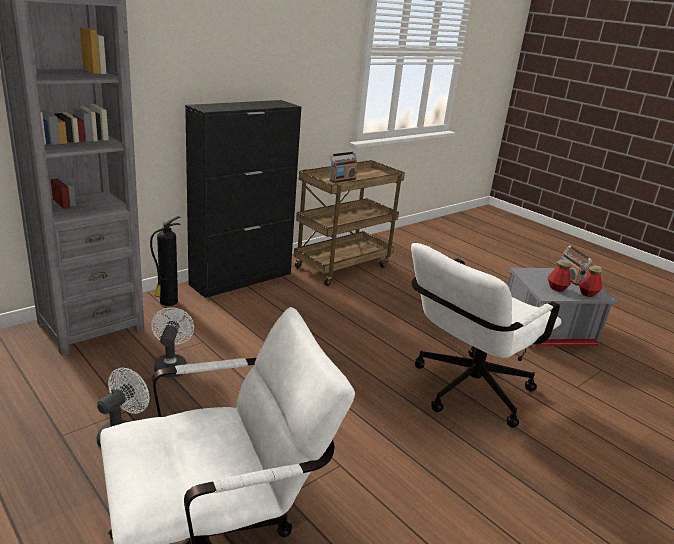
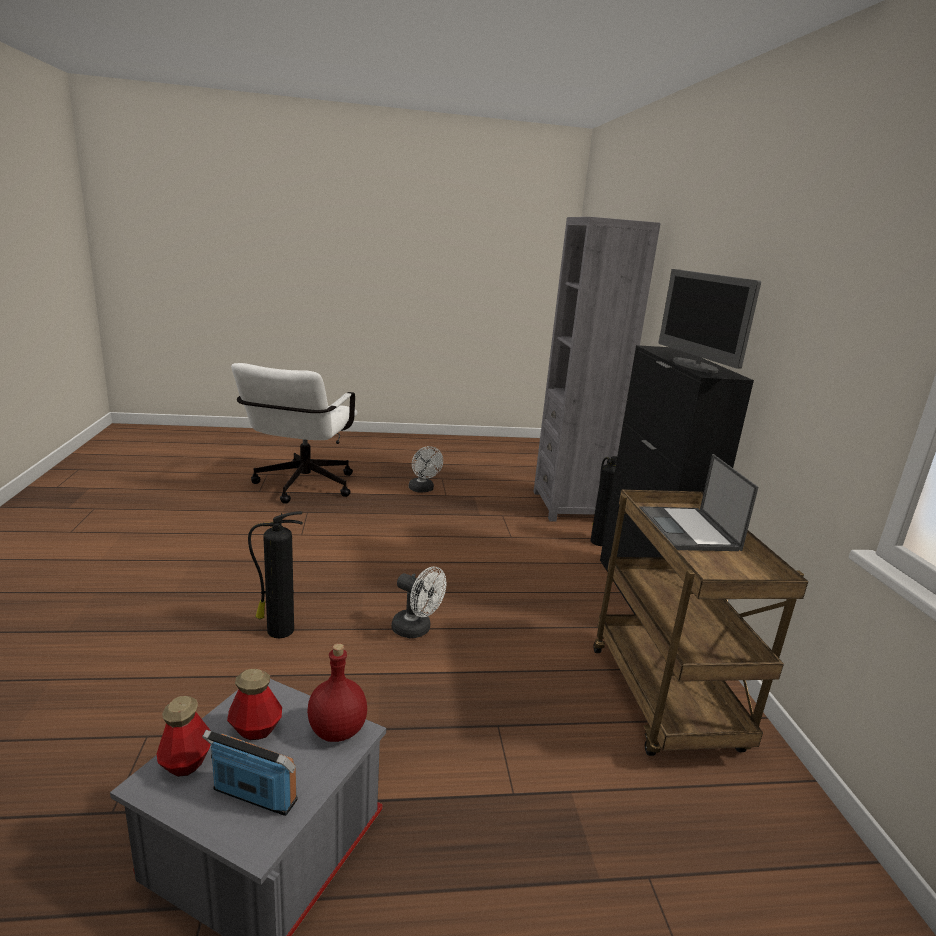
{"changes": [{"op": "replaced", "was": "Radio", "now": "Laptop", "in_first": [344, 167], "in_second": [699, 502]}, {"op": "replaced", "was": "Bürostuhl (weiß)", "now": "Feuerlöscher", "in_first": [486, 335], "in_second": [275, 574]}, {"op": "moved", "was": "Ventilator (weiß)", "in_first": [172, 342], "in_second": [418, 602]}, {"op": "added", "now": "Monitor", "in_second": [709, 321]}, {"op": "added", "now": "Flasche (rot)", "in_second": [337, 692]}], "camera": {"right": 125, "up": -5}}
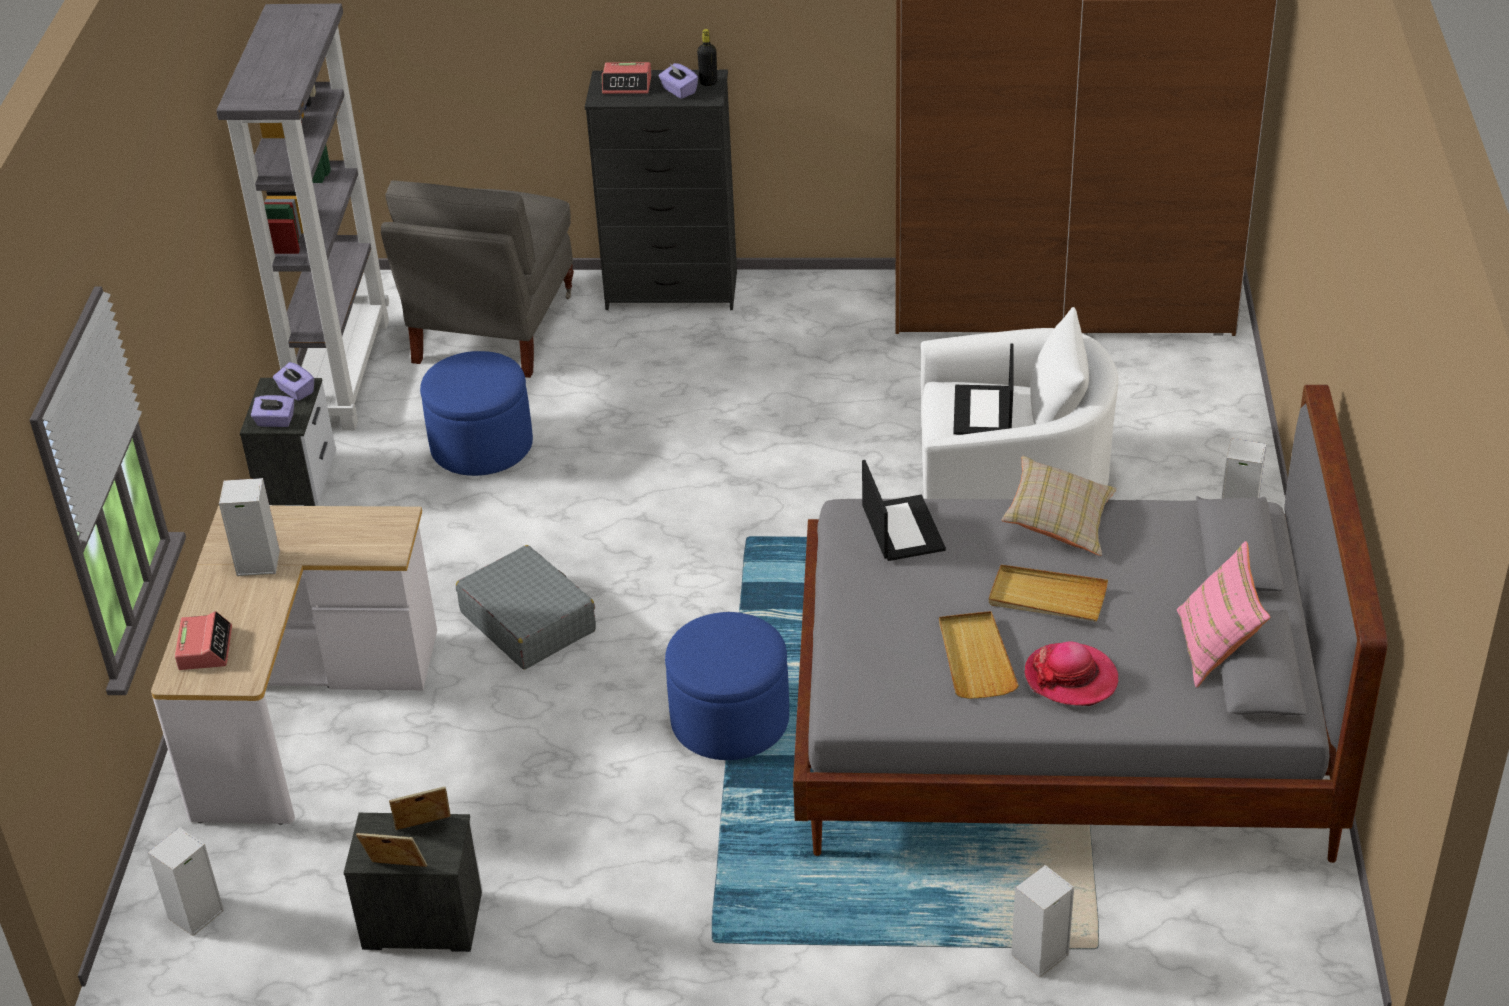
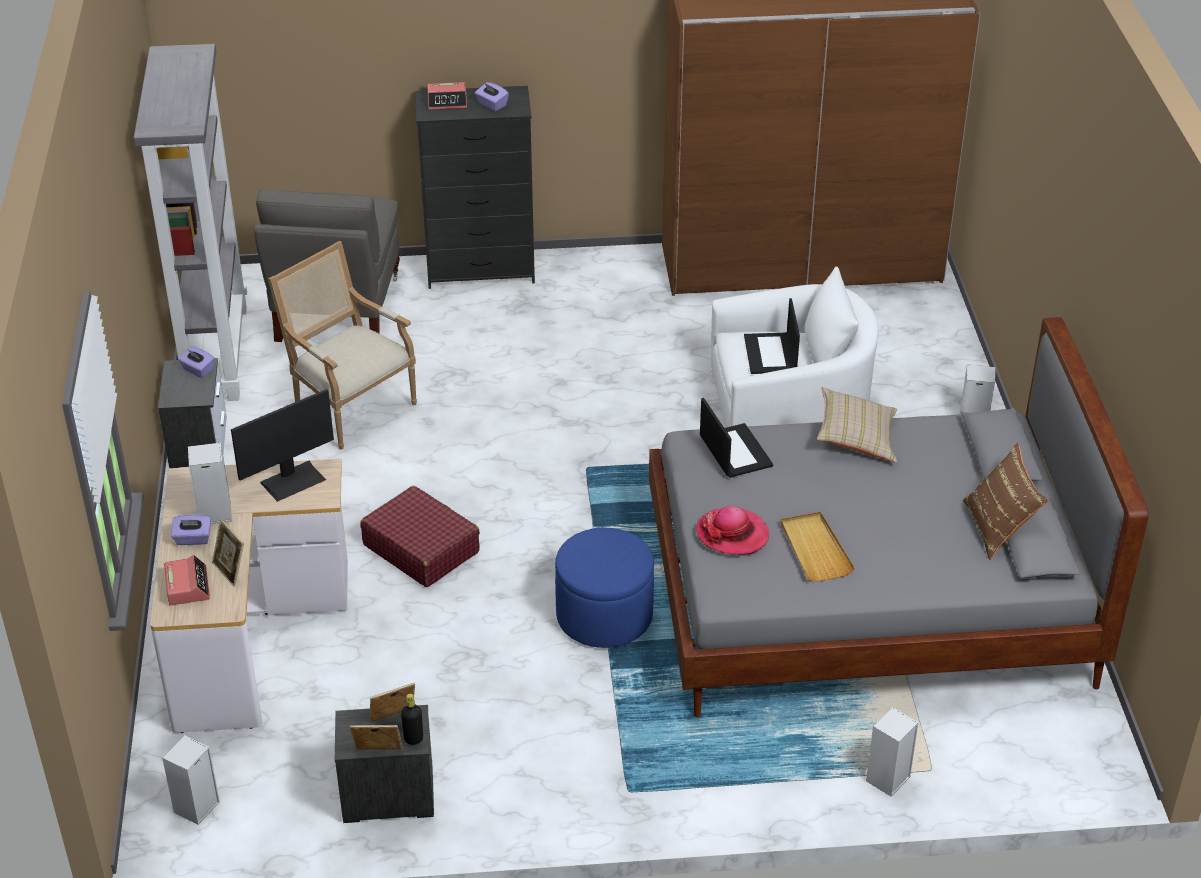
{"changes": [{"op": "moved", "was": "Flasche (schwarz)", "in_first": [707, 57], "in_second": [412, 719]}, {"op": "replaced", "was": "Polsterhocker (blau)", "now": "Sessel", "in_first": [476, 413], "in_second": [342, 345]}, {"op": "moved", "was": "Taschentuchbox (lila)", "in_first": [272, 411], "in_second": [191, 529]}, {"op": "recoloured", "was": "Kissen (rosa)", "now": "Kissen (braun)", "in_first": [1223, 614], "in_second": [1006, 501]}, {"op": "recoloured", "was": "Koffer (grau)", "now": "Koffer (rot)", "in_first": [526, 607], "in_second": [420, 536]}, {"op": "removed", "was": "Tablett (beige)", "in_first": [1048, 593]}, {"op": "moved", "was": "Hut", "in_first": [1071, 673], "in_second": [732, 530]}, {"op": "added", "now": "Monitor", "in_second": [282, 445]}, {"op": "added", "now": "Bilderrahmen", "in_second": [228, 553]}], "camera": {"right": -10, "up": 0}}
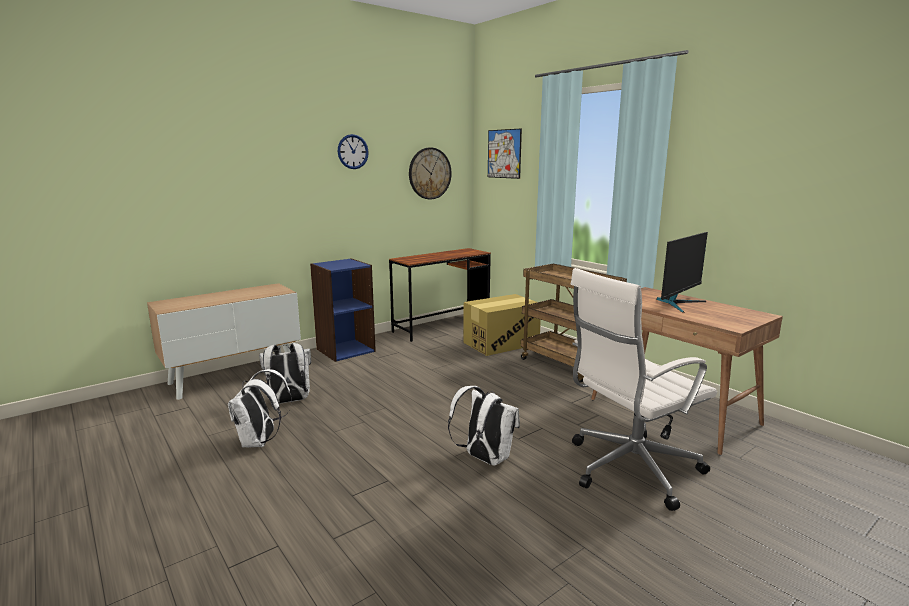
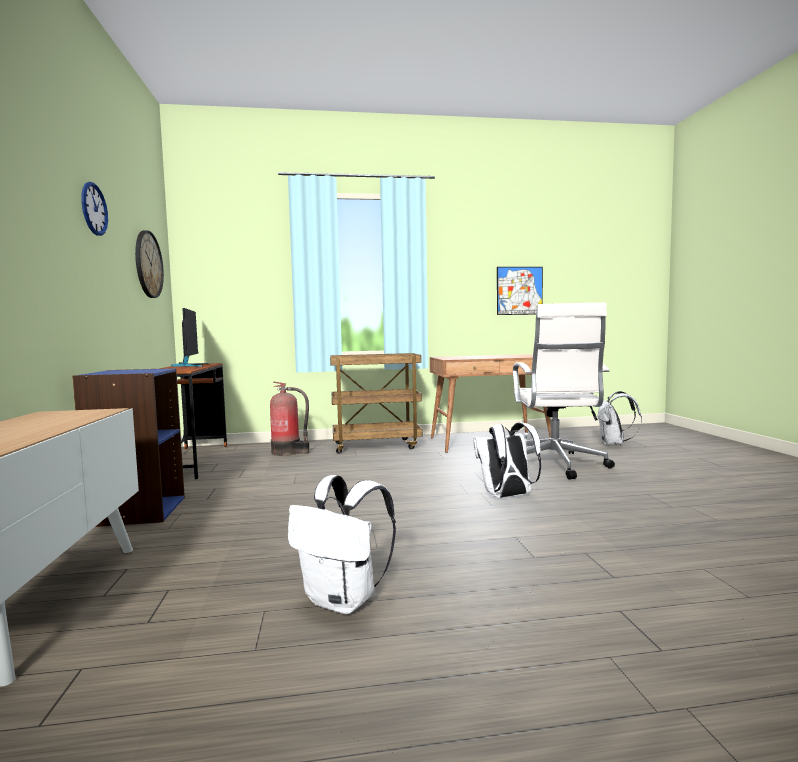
{"changes": [{"op": "moved", "was": "Bild", "in_first": [505, 154], "in_second": [520, 291]}, {"op": "moved", "was": "Monitor", "in_first": [682, 272], "in_second": [189, 337]}, {"op": "replaced", "was": "Karton", "now": "Feuerlöscher", "in_first": [502, 325], "in_second": [289, 419]}, {"op": "moved", "was": "Rucksack (weiß)", "in_first": [285, 373], "in_second": [619, 418]}], "camera": {"right": -60, "up": -10}}
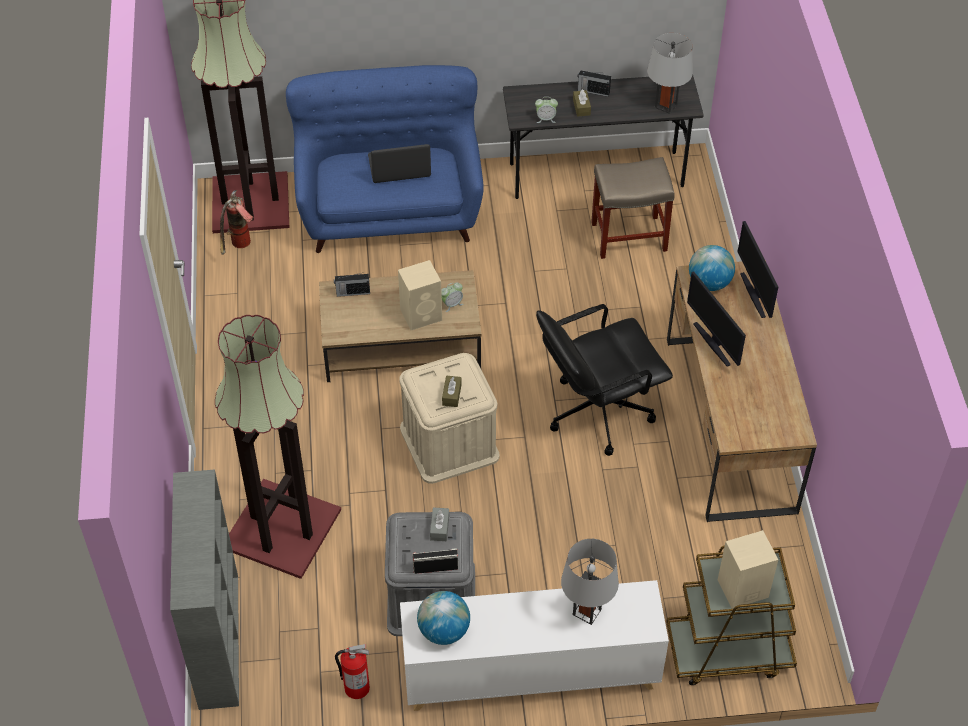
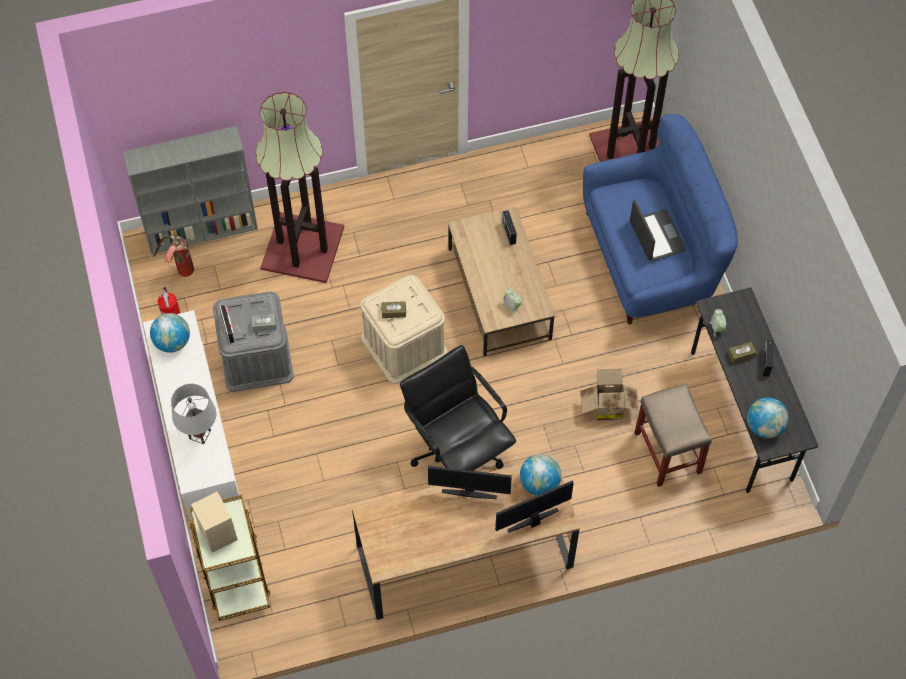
{"changes": [{"op": "replaced", "was": "Tischlampe (grau)", "now": "Globus", "in_first": [670, 73], "in_second": [768, 417]}, {"op": "moved", "was": "Feuerlöscher", "in_first": [236, 222], "in_second": [173, 256]}, {"op": "removed", "was": "Lautsprecher (beige)", "in_first": [420, 295]}, {"op": "turned", "was": "Monitor", "in_first": [716, 319], "in_second": [470, 482], "clockwise": -135}, {"op": "added", "now": "Karton", "in_second": [609, 394]}], "camera": {"right": 80, "up": 10}}
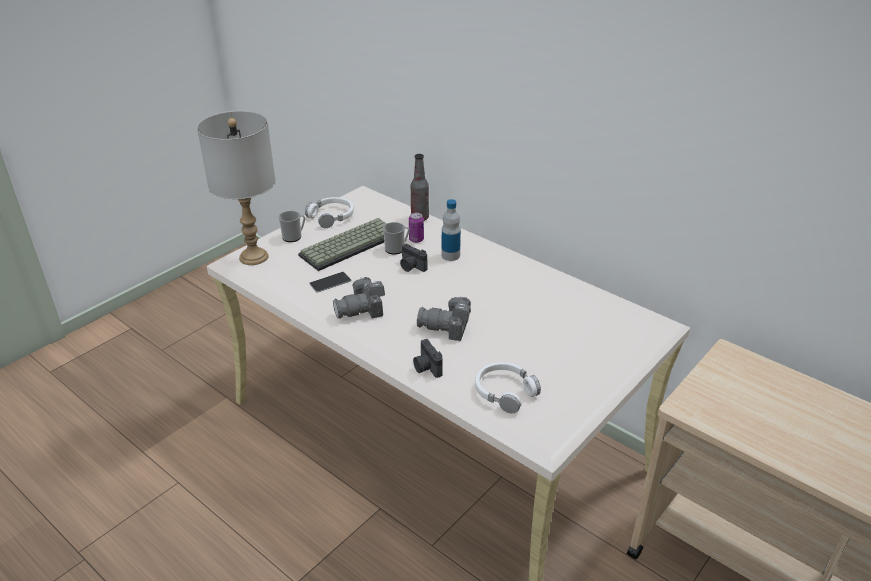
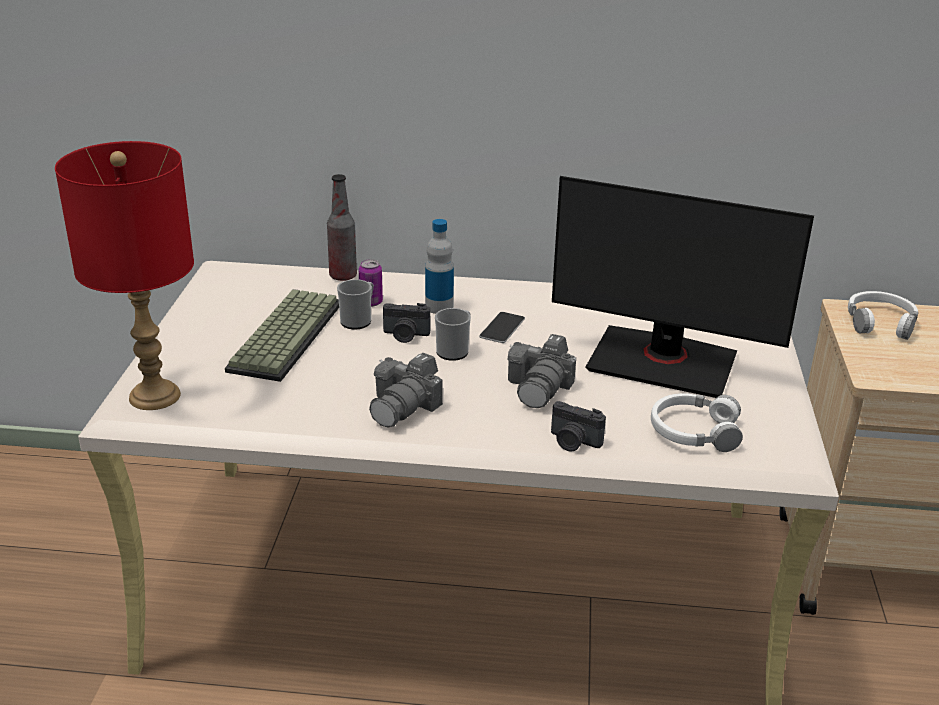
{"changes": [{"op": "recoloured", "was": "Tischlampe (grau)", "now": "Tischlampe (rot)", "in_first": [236, 188], "in_second": [124, 275]}, {"op": "moved", "was": "Kopfhörer (weiß)", "in_first": [329, 212], "in_second": [883, 315]}, {"op": "moved", "was": "Henkelbecher", "in_first": [292, 226], "in_second": [453, 334]}, {"op": "moved", "was": "Handy", "in_first": [330, 282], "in_second": [502, 327]}, {"op": "turned", "was": "Kamera", "in_first": [444, 318], "in_second": [541, 371], "clockwise": -45}, {"op": "added", "now": "Monitor", "in_second": [683, 287]}], "camera": {"right": -35, "up": -5}}
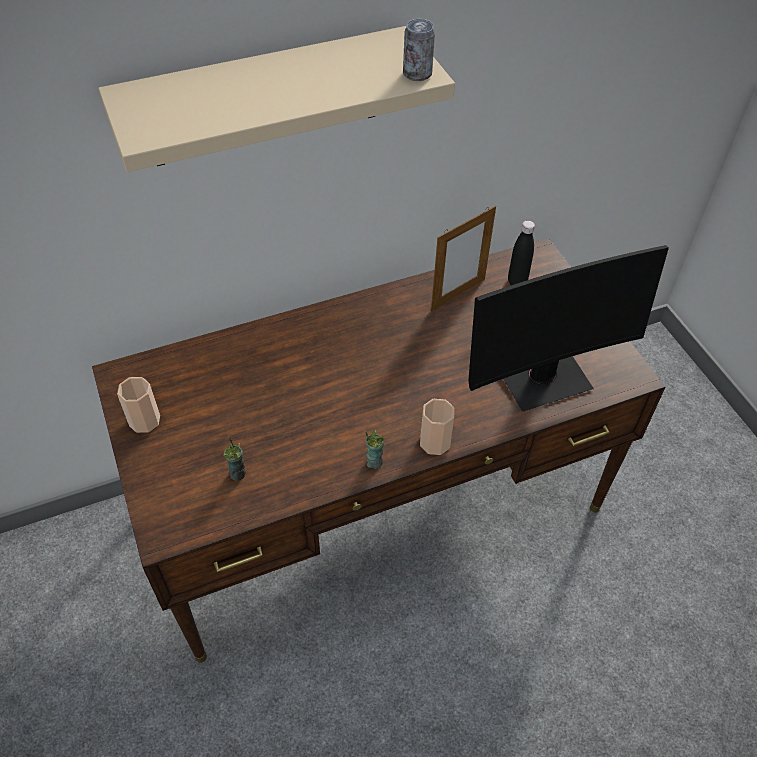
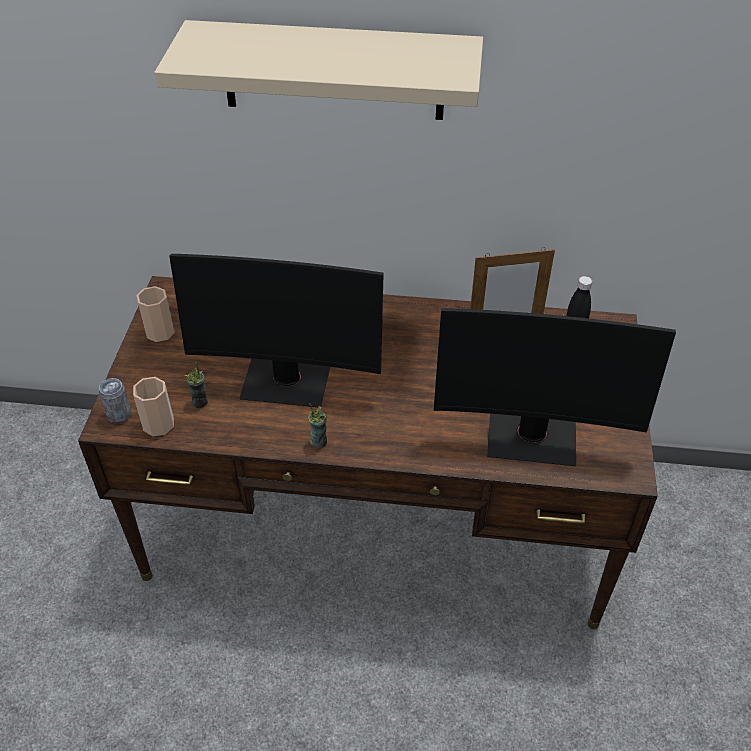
{"changes": [{"op": "moved", "was": "Dose", "in_first": [419, 50], "in_second": [115, 401]}, {"op": "moved", "was": "Tasse", "in_first": [437, 427], "in_second": [153, 406]}, {"op": "added", "now": "Monitor", "in_second": [276, 330]}], "camera": {"right": 30, "up": -5}}
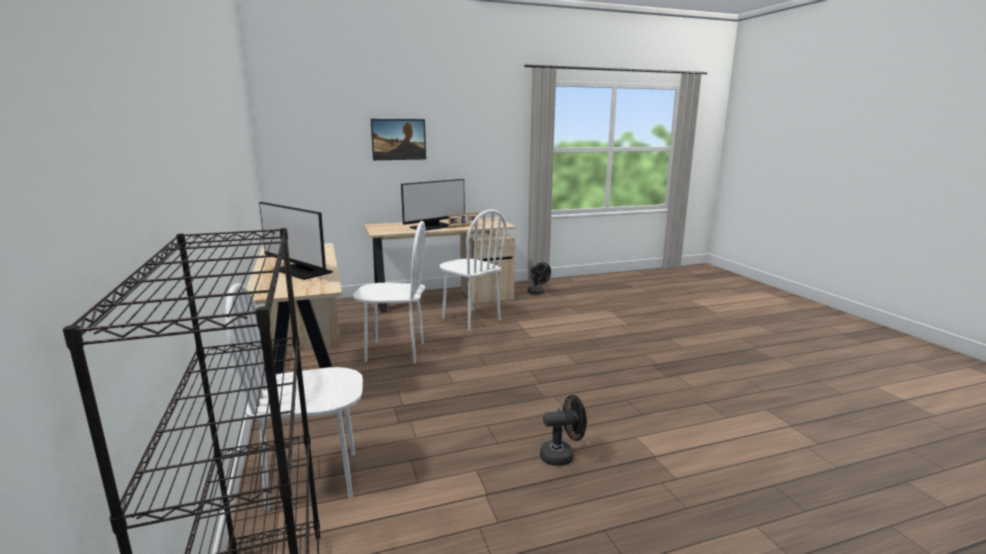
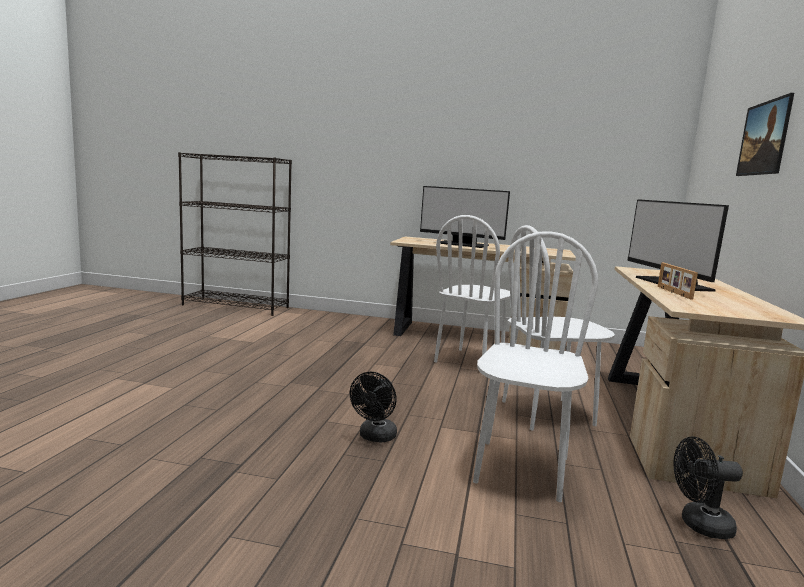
{"changes": [{"op": "turned", "was": "Monitor", "in_first": [296, 241], "in_second": [465, 217], "clockwise": -135}, {"op": "moved", "was": "Stuhl (weiß)", "in_first": [294, 397], "in_second": [535, 366]}, {"op": "moved", "was": "Ventilator (schwarz)", "in_first": [563, 430], "in_second": [373, 407]}], "camera": {"right": 120, "up": -5}}
